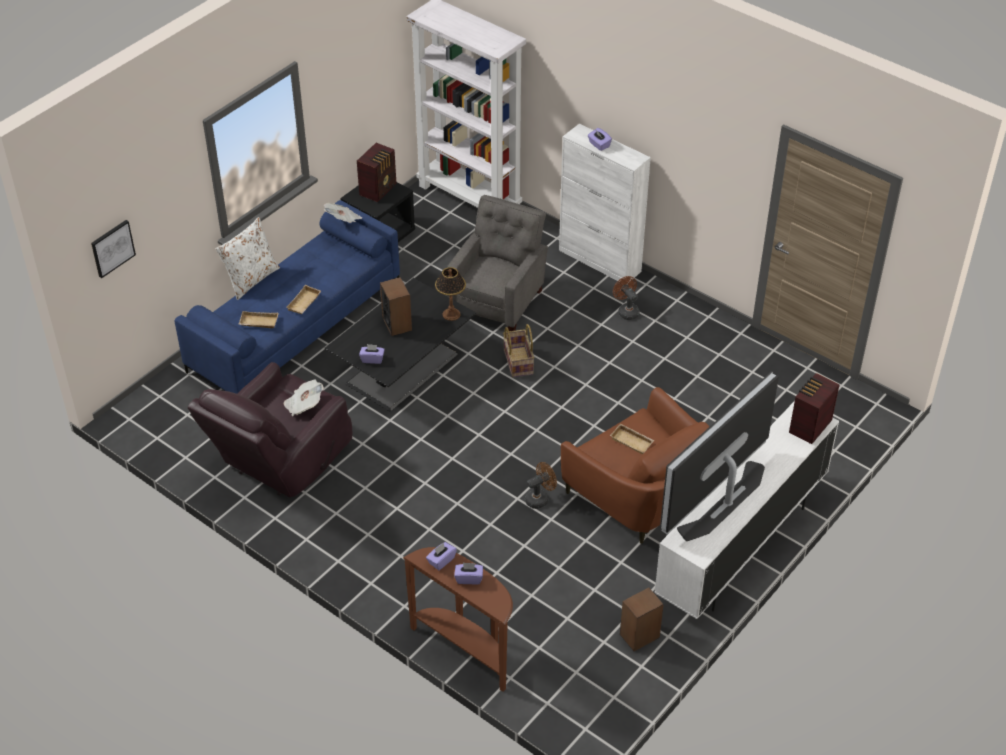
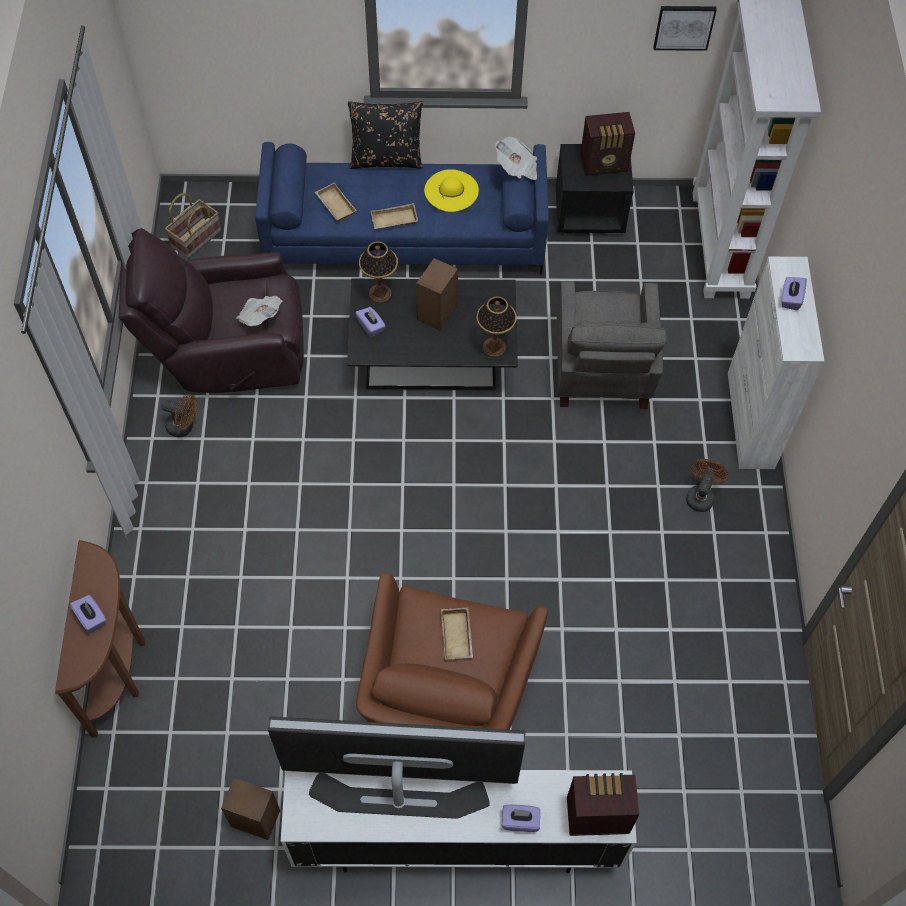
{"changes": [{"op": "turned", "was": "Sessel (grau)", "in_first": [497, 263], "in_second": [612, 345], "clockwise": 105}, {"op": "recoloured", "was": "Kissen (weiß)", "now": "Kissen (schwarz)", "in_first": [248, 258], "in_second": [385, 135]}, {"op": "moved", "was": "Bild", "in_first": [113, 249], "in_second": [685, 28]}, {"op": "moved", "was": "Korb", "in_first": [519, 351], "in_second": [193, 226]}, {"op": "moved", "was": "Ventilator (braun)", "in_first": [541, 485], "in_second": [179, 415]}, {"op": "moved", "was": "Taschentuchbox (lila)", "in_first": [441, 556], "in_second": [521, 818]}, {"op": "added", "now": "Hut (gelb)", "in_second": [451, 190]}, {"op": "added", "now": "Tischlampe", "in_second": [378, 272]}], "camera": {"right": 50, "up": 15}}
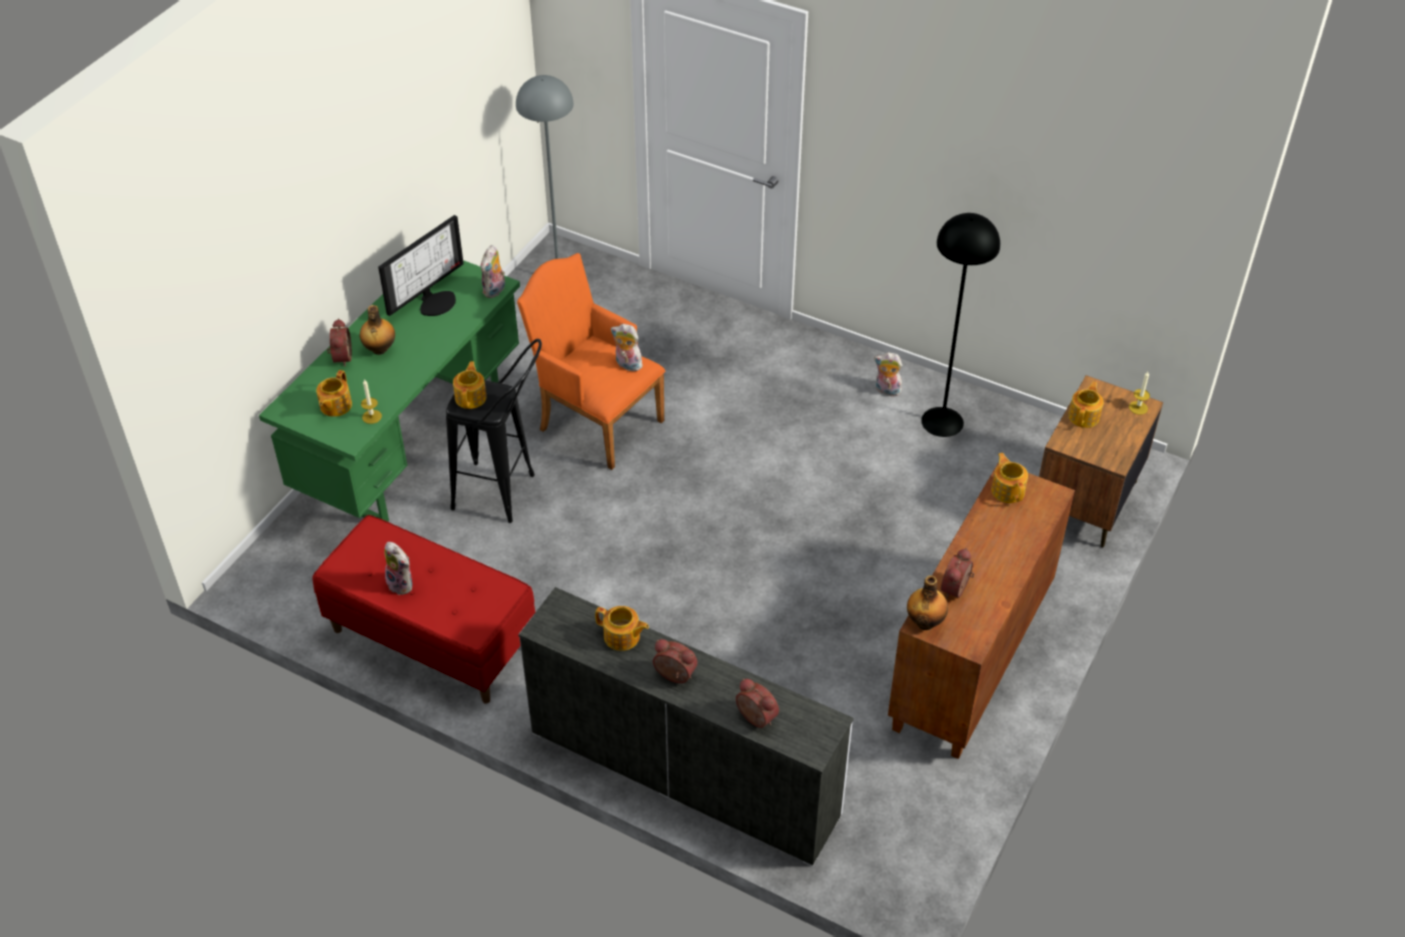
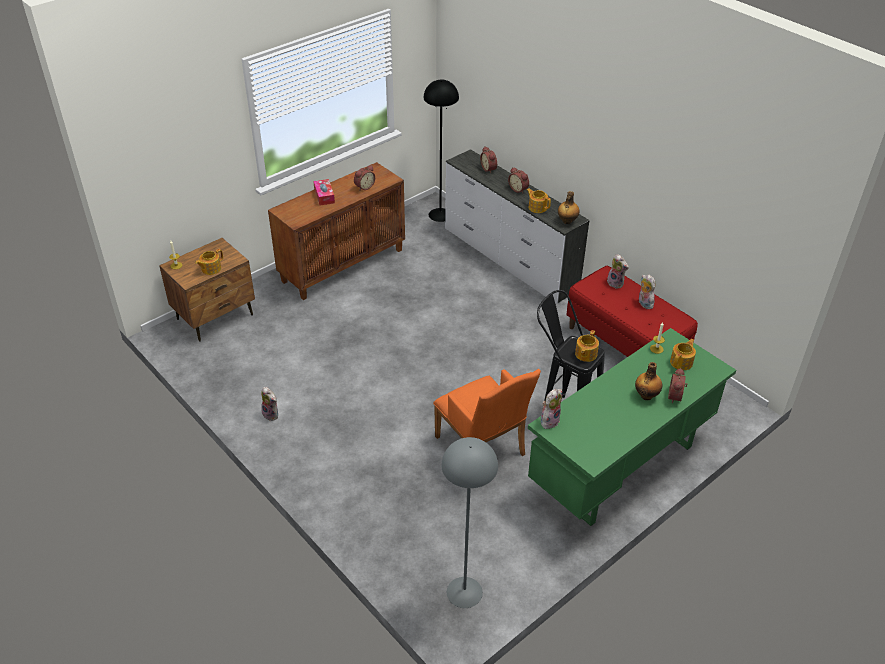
{"changes": [{"op": "moved", "was": "Stehlampe (schwarz)", "in_first": [960, 325], "in_second": [441, 151]}, {"op": "removed", "was": "Monitor", "in_first": [421, 265]}, {"op": "moved", "was": "Plüschtier", "in_first": [628, 347], "in_second": [618, 271]}, {"op": "removed", "was": "Teekanne", "in_first": [1009, 478]}, {"op": "moved", "was": "Flasche", "in_first": [927, 602], "in_second": [569, 207]}, {"op": "added", "now": "Taschentuchbox", "in_second": [324, 192]}], "camera": {"right": -160, "up": -5}}
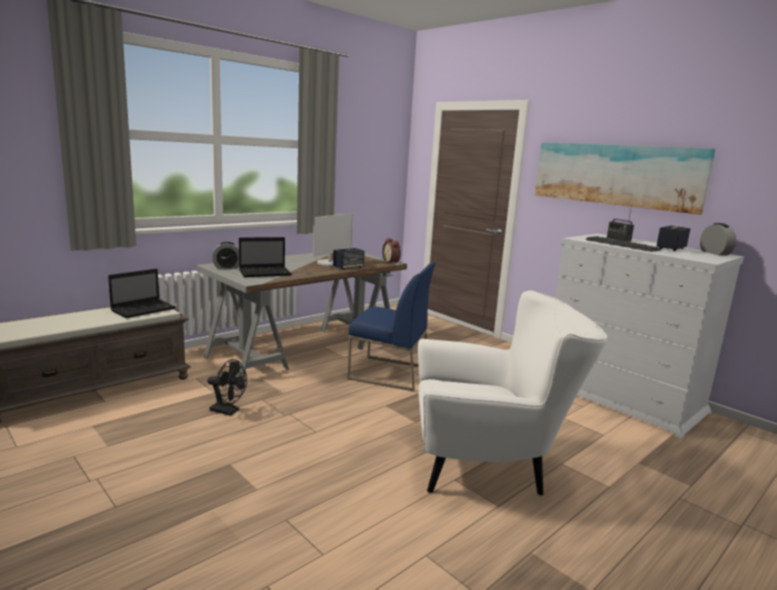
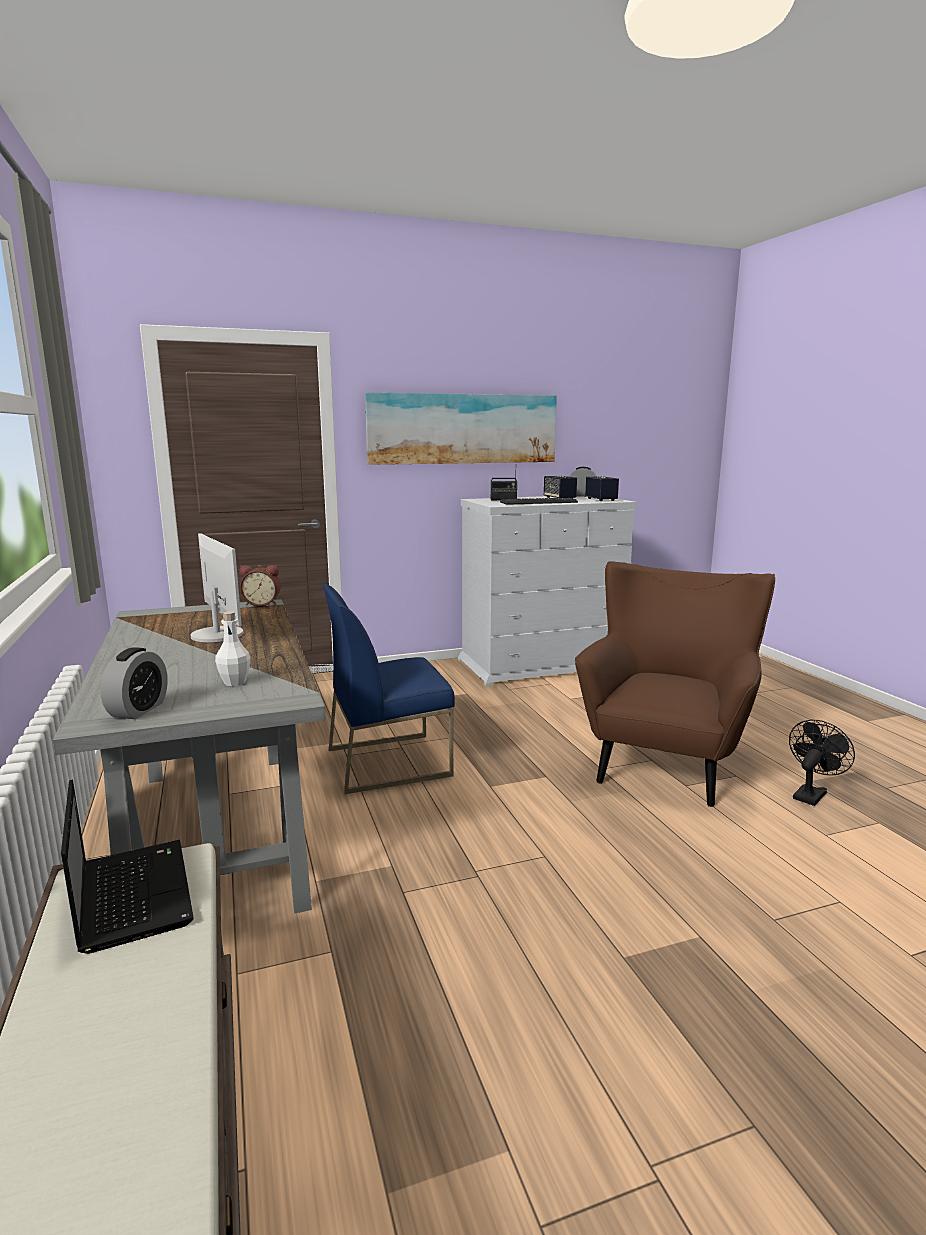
{"changes": [{"op": "replaced", "was": "Laptop", "now": "Flasche (weiß)", "in_first": [265, 257], "in_second": [232, 648]}, {"op": "moved", "was": "Lautsprecher", "in_first": [349, 259], "in_second": [602, 488]}, {"op": "turned", "was": "Stuhl (blau)", "in_first": [391, 326], "in_second": [389, 689], "clockwise": -150}, {"op": "recoloured", "was": "Sessel (weiß)", "now": "Sessel (braun)", "in_first": [512, 393], "in_second": [675, 684]}, {"op": "moved", "was": "Ventilator (schwarz)", "in_first": [227, 387], "in_second": [822, 763]}], "camera": {"right": -65, "up": 0}}
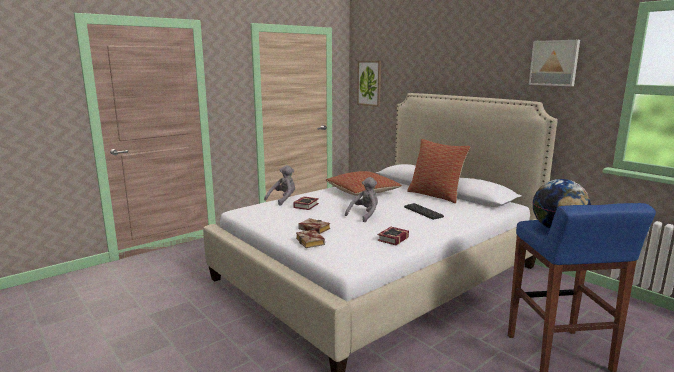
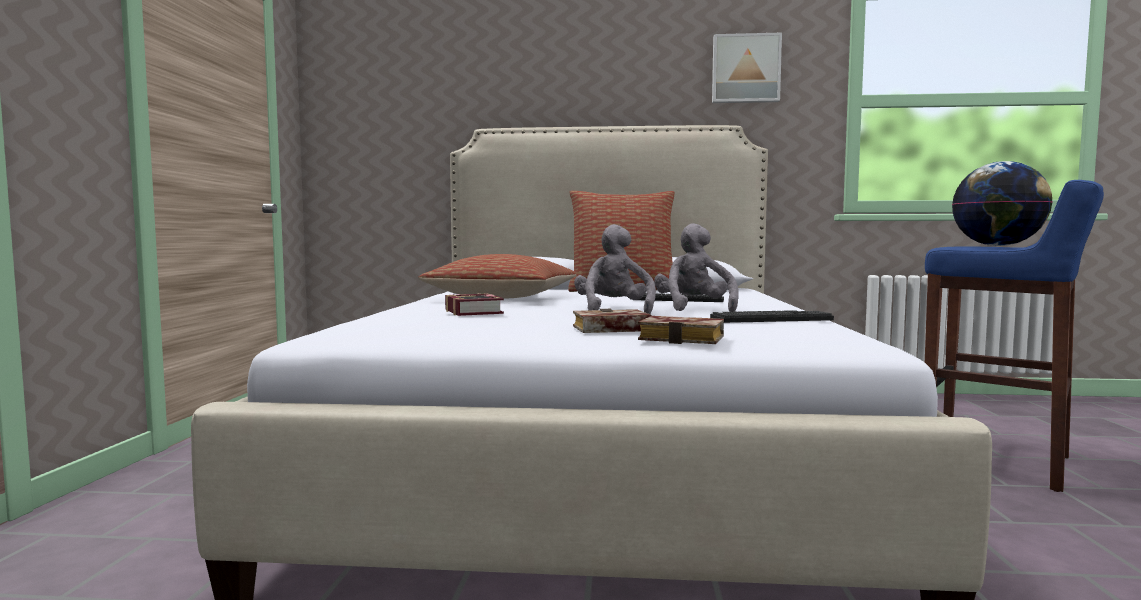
{"changes": [{"op": "removed", "was": "Bild", "in_first": [369, 84]}, {"op": "moved", "was": "Plüschtier (grau)", "in_first": [279, 185], "in_second": [696, 267]}, {"op": "replaced", "was": "Buch", "now": "Tastatur", "in_first": [393, 236], "in_second": [772, 316]}], "camera": {"right": -45, "up": -10}}
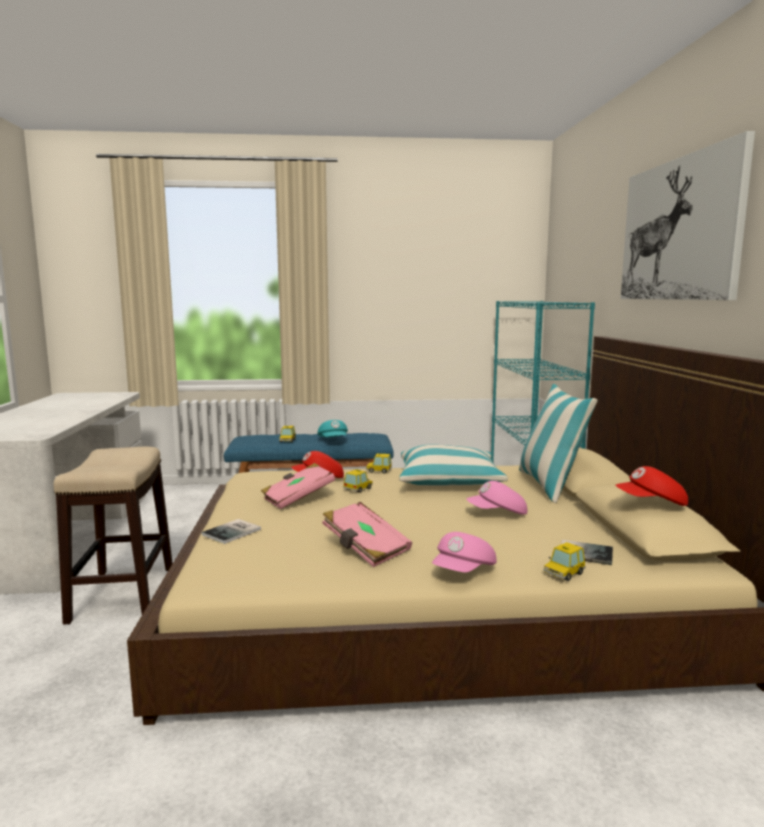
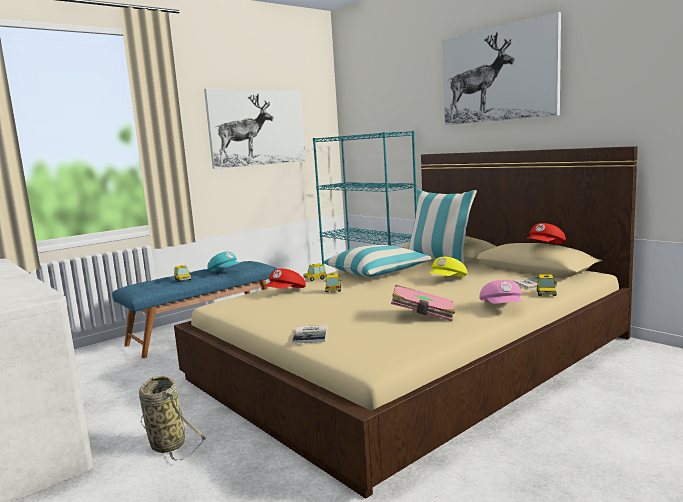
{"changes": [{"op": "replaced", "was": "Hocker", "now": "Korb", "in_first": [113, 535], "in_second": [173, 418]}, {"op": "removed", "was": "Buch (rosa)", "in_first": [298, 486]}, {"op": "recoloured", "was": "Kappe (rosa)", "now": "Kappe (gelb)", "in_first": [496, 498], "in_second": [448, 266]}, {"op": "added", "now": "Bild", "in_second": [255, 128]}], "camera": {"right": -35, "up": 0}}
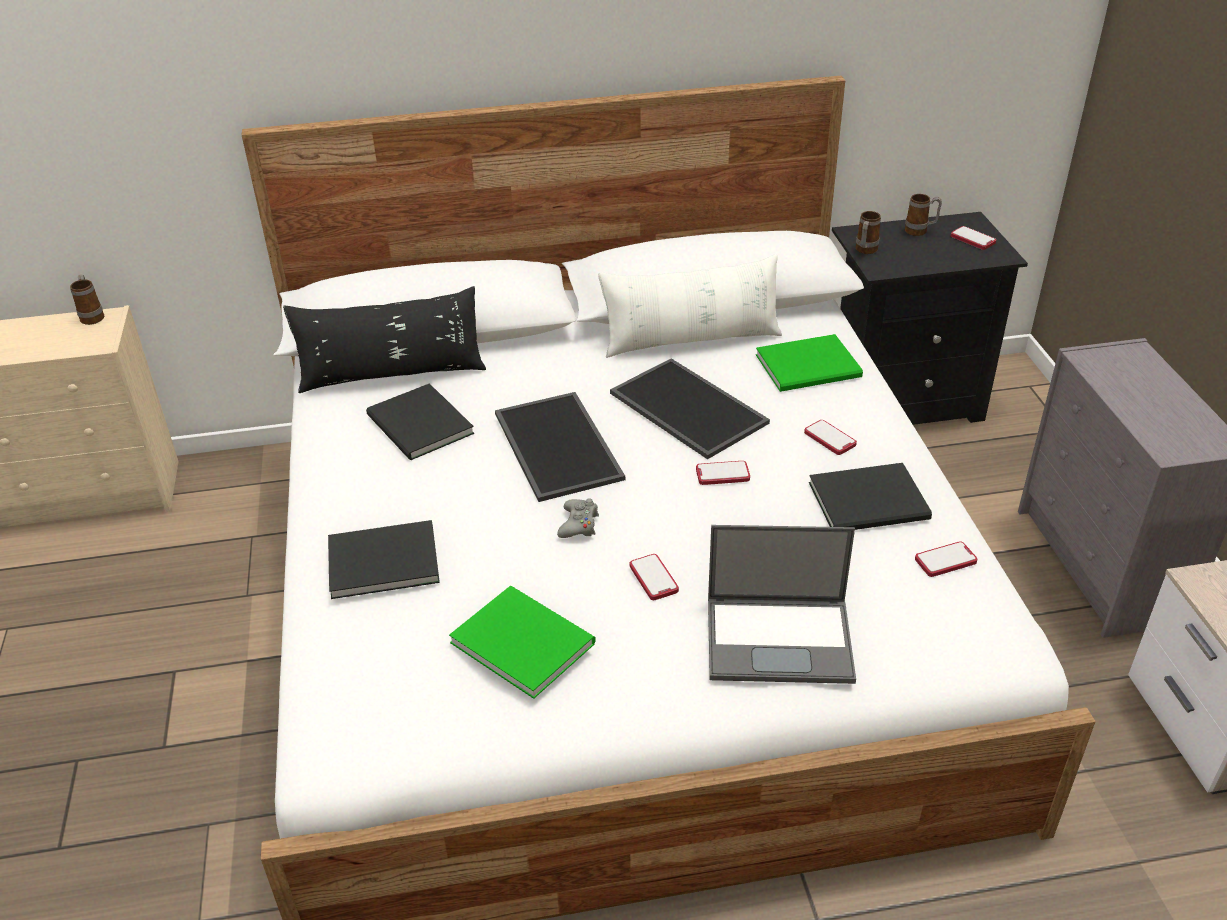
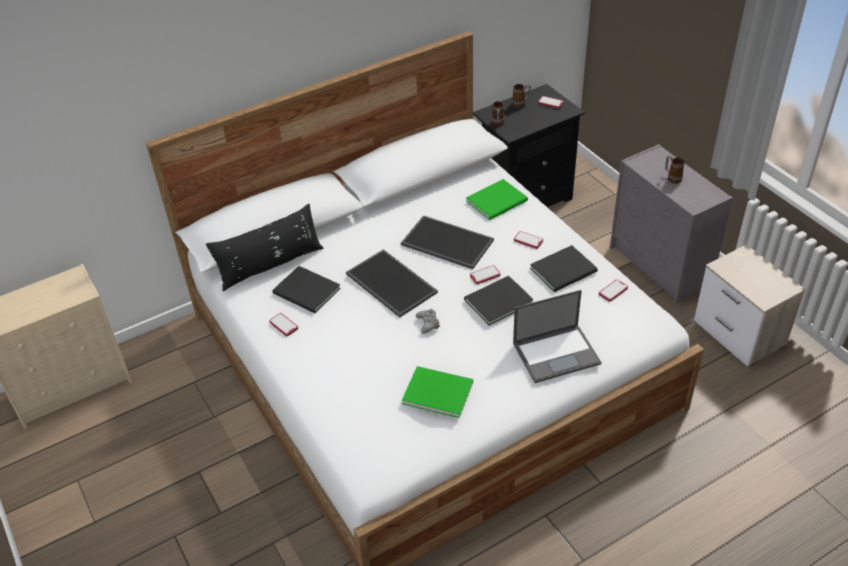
{"changes": [{"op": "removed", "was": "Kissen (weiß)", "in_first": [690, 306]}, {"op": "moved", "was": "Henkelbecher", "in_first": [87, 300], "in_second": [674, 170]}, {"op": "moved", "was": "Buch (schwarz)", "in_first": [384, 559], "in_second": [499, 300]}, {"op": "moved", "was": "Handy", "in_first": [654, 577], "in_second": [283, 324]}], "camera": {"right": -20, "up": 5}}
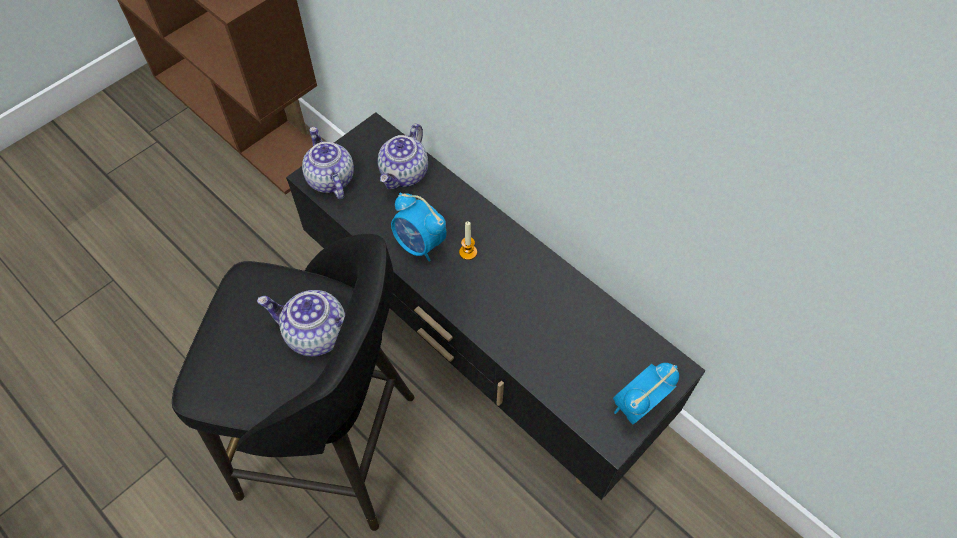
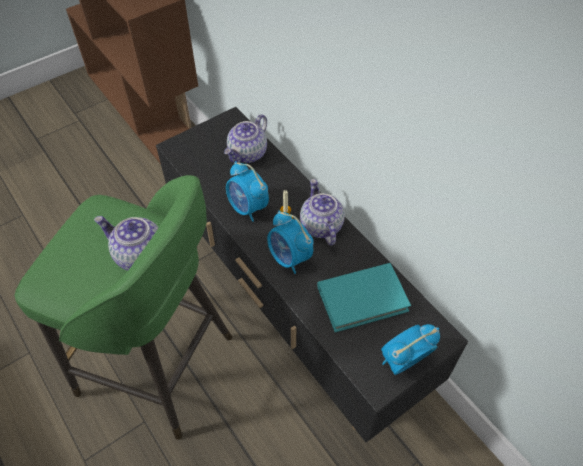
{"changes": [{"op": "moved", "was": "Teekanne", "in_first": [328, 163], "in_second": [322, 212]}, {"op": "recoloured", "was": "Hocker (schwarz)", "now": "Hocker (grün)", "in_first": [293, 382], "in_second": [123, 307]}, {"op": "added", "now": "Wecker", "in_second": [290, 242]}, {"op": "added", "now": "Buch (türkis)", "in_second": [364, 297]}], "camera": {"right": 10, "up": -5}}
